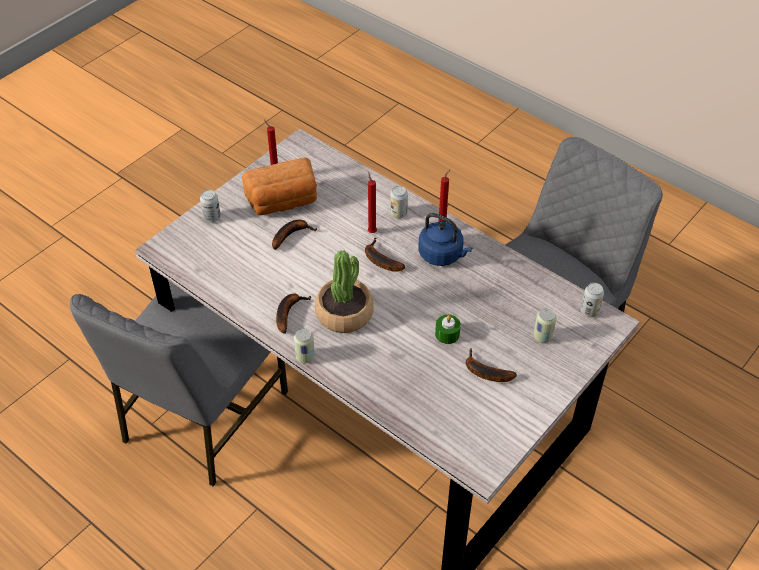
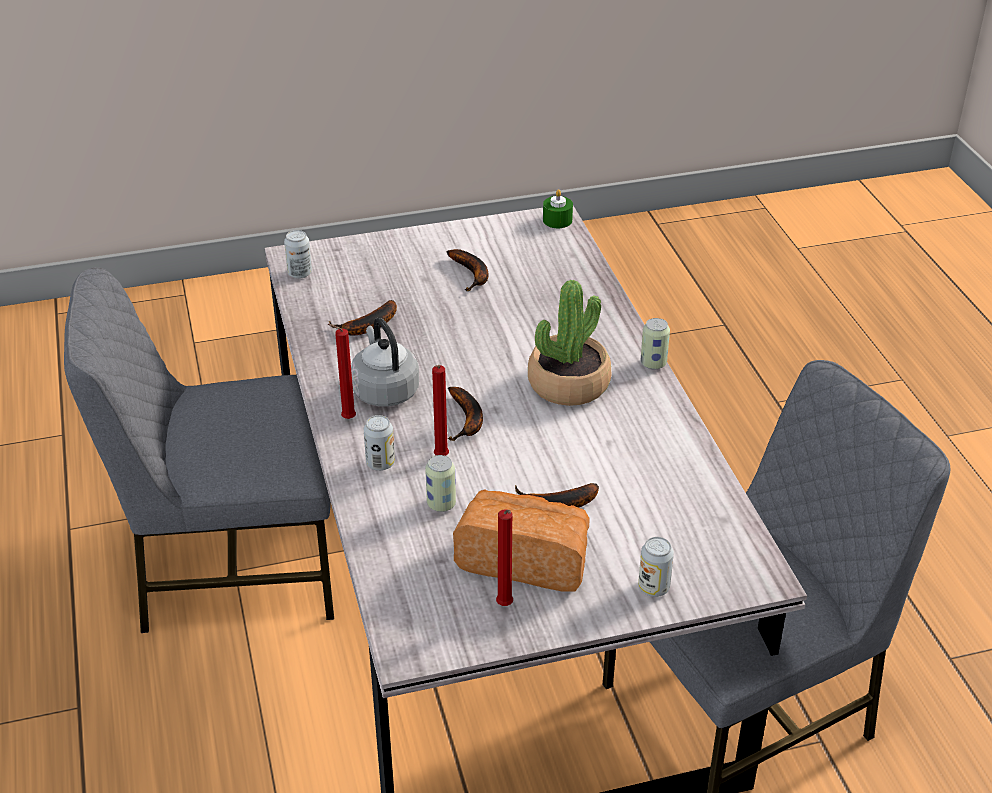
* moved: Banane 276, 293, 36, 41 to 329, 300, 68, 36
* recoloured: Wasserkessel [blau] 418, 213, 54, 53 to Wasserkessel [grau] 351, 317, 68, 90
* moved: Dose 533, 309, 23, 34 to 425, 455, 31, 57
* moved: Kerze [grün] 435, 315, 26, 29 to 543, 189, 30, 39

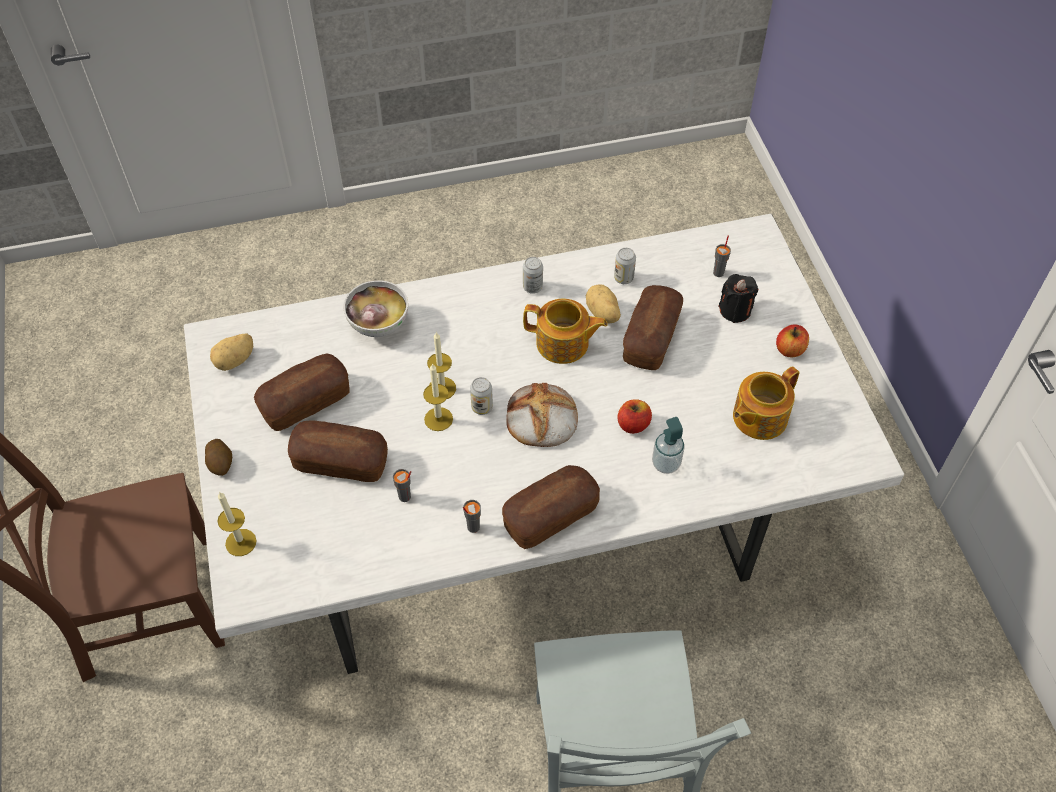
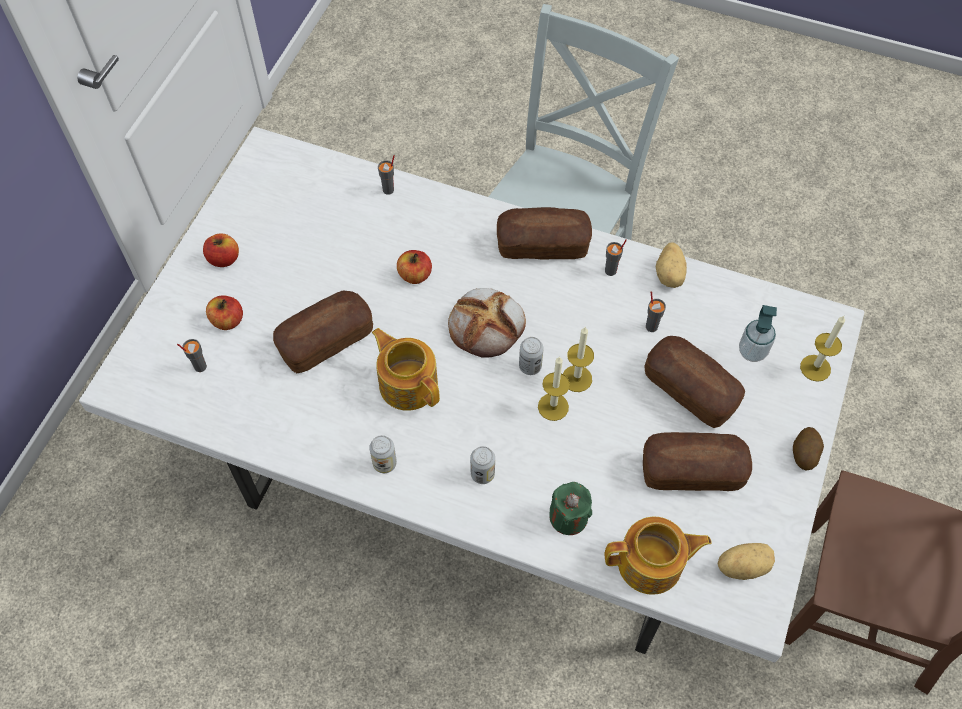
* replaced: Kerze [schwarz] 719, 274, 39, 49 to Apfel 206, 295, 37, 35
* added: Tasse [grau] 378, 155, 17, 40
* moved: Dose 614, 248, 22, 36 to 470, 446, 25, 38
* replaced: Schüssel 343, 280, 65, 57 to Kerze [grün] 549, 482, 43, 53
* moved: Teekanne 733, 366, 66, 74 to 605, 517, 106, 78
* moved: Kartoffel 586, 284, 35, 40 to 656, 243, 31, 45
* moved: Seifenspender 652, 417, 33, 57 to 739, 305, 38, 57

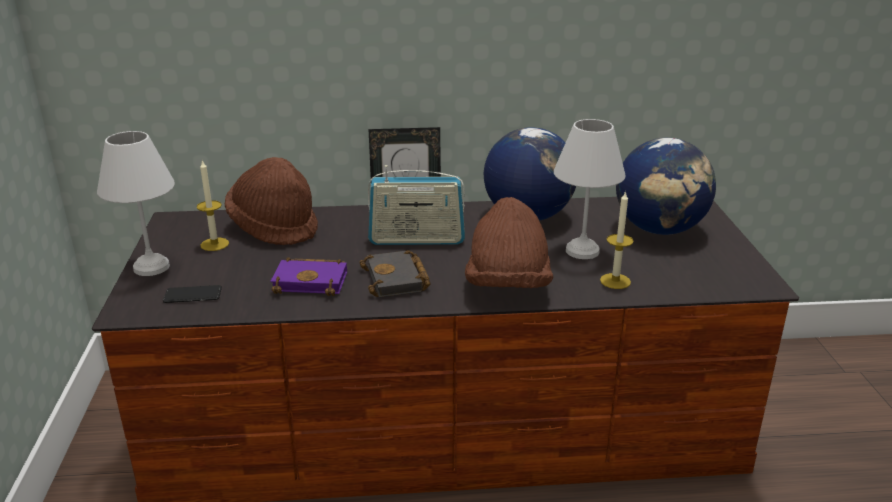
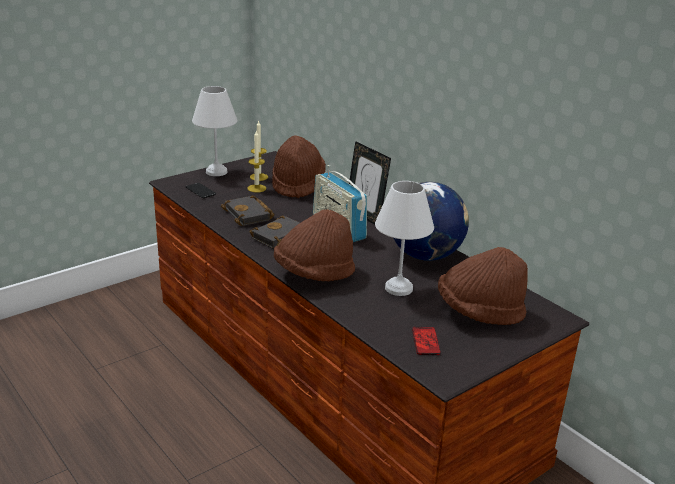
* recoloured: Buch [lila] 270, 257, 77, 39 to Buch [schwarz] 221, 195, 54, 31
* moved: Kerze 600, 191, 34, 98 to 247, 131, 19, 62
* added: Handy 412, 327, 29, 28
* replaced: Globus 616, 138, 100, 97 to Hut [braun] 438, 247, 90, 78

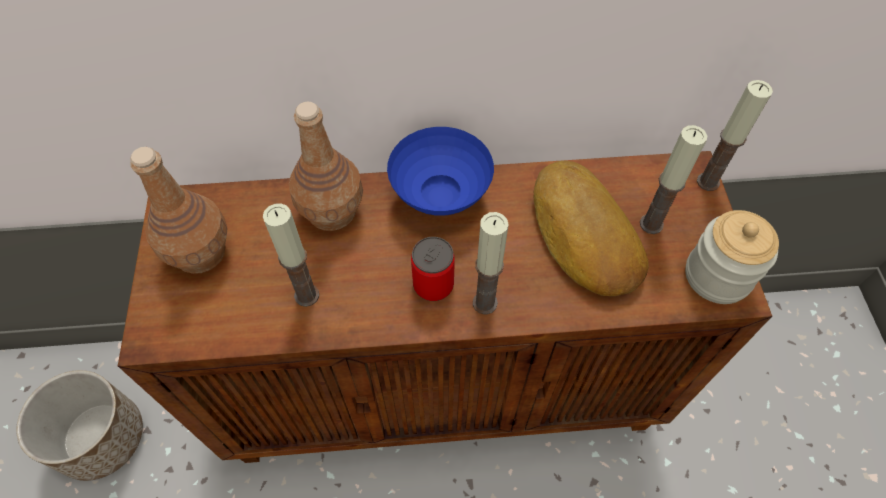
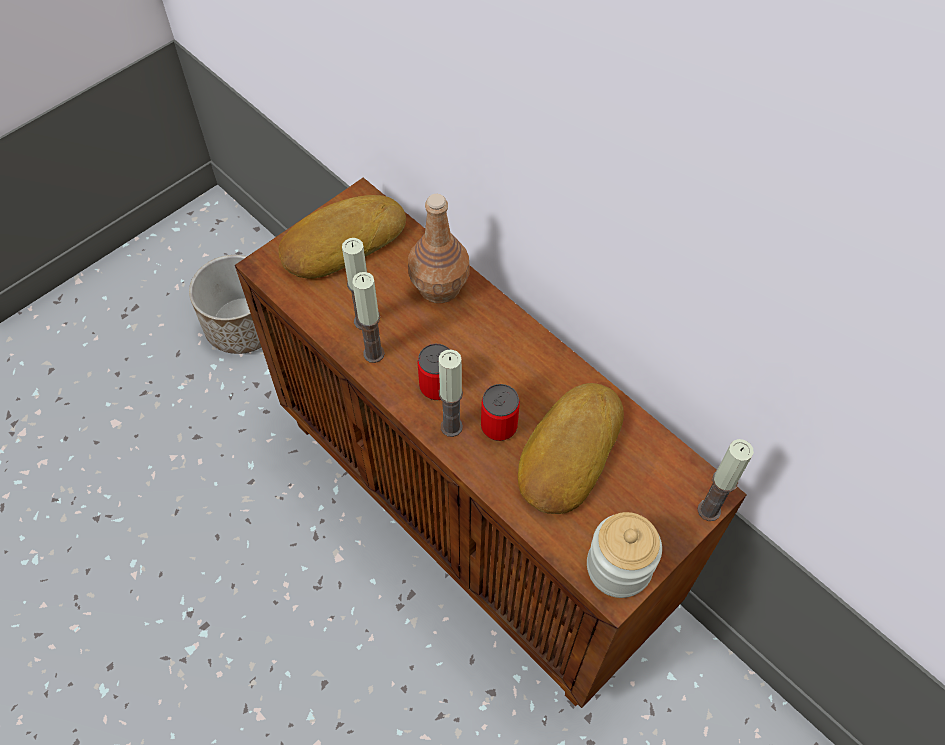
* replaced: Flasche [braun] 130, 147, 98, 127 to Brot 278, 195, 128, 84
* moved: Kerze 640, 125, 67, 109 to 352, 272, 33, 91
* added: Dose 481, 384, 39, 57
* removed: Schüssel [blau] 387, 127, 107, 89

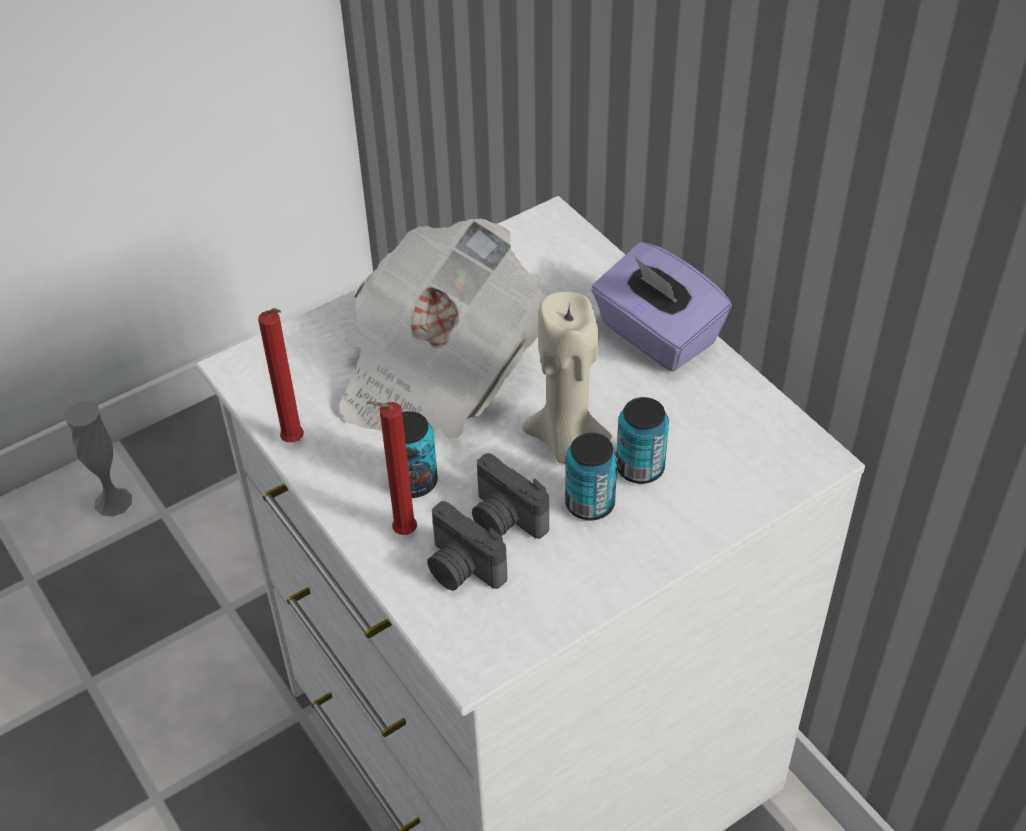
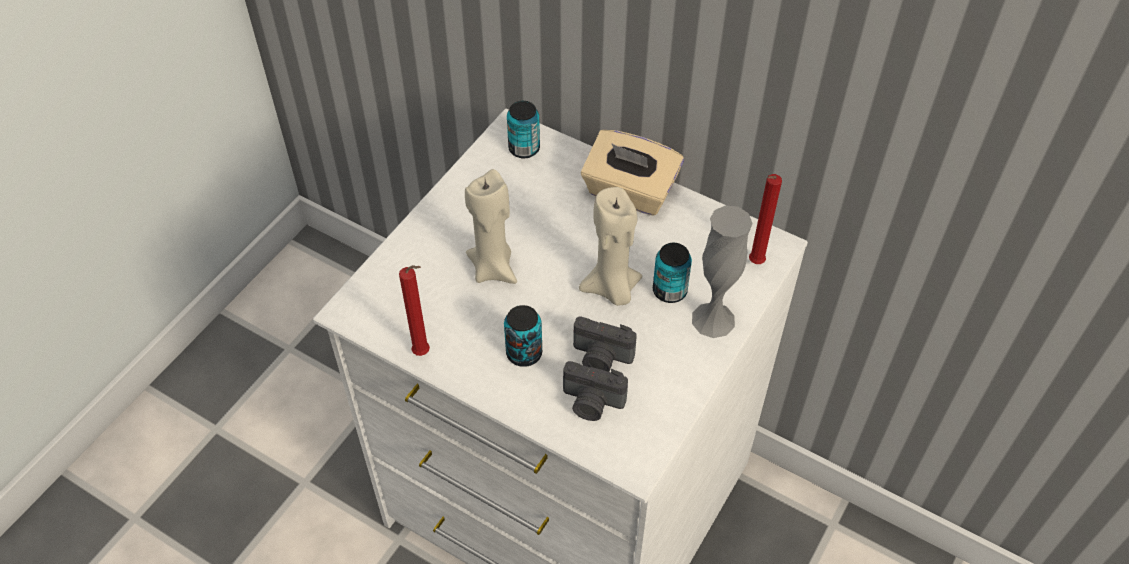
* replaced: Zeitung 340, 219, 203, 220 to Kerze [beige] 465, 169, 52, 115
* moved: Dose 565, 433, 52, 87 to 507, 101, 33, 57
* recoloured: Taschentuchbox [lila] 591, 242, 141, 130 to Taschentuchbox [beige] 581, 130, 103, 86
* moved: Vase [grau] 64, 401, 68, 116 to 692, 205, 61, 133
* moved: Kerze [rot] 367, 401, 50, 134 to 749, 174, 33, 90

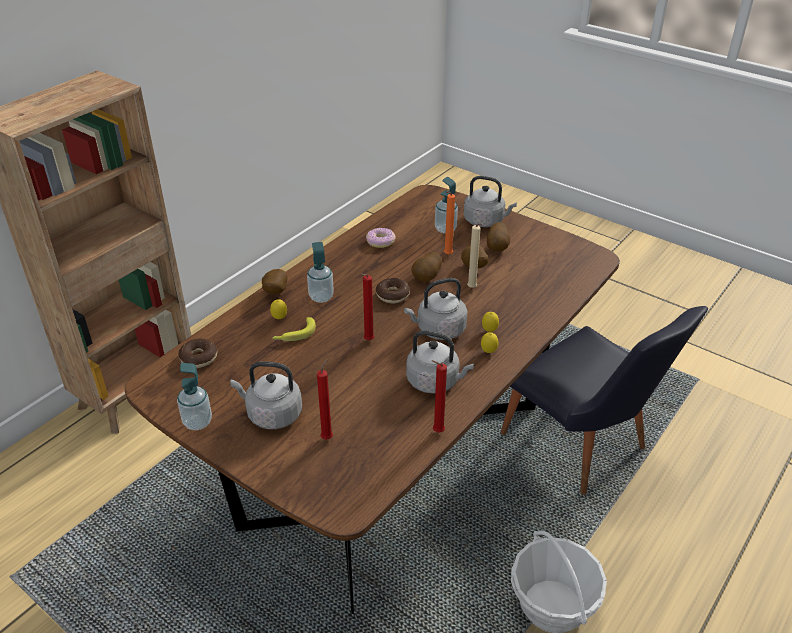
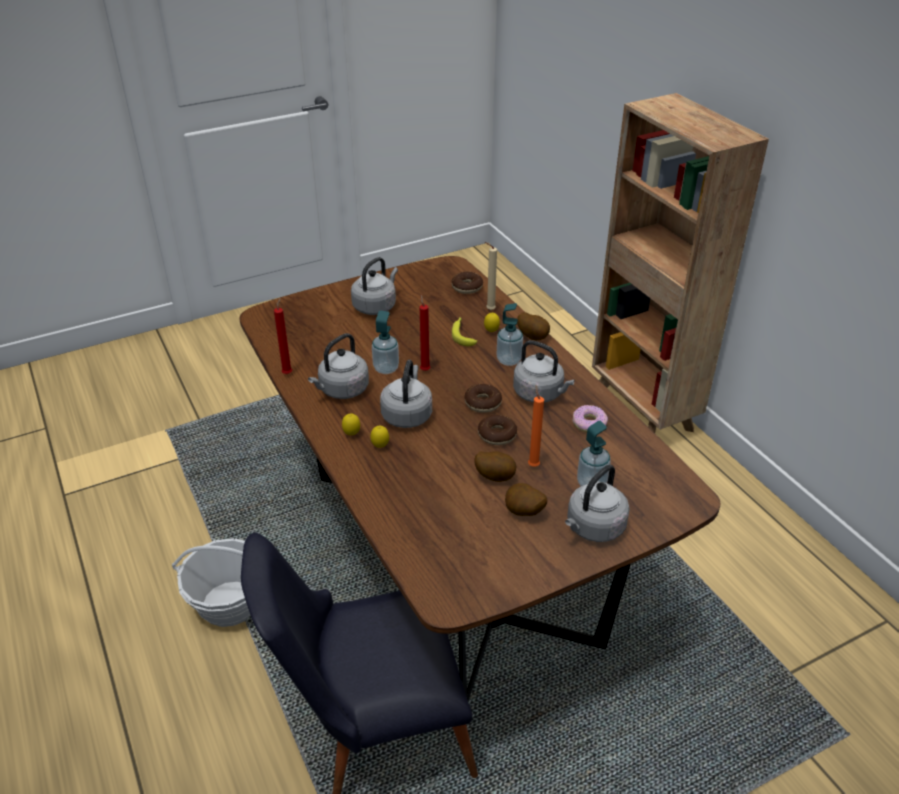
* moved: Seifenspender 177, 363, 35, 67 to 372, 311, 27, 63
* replaced: Kartoffel 411, 252, 31, 30 to Donut 478, 415, 39, 30
* moved: Kerze [beige] 467, 224, 15, 64 to 485, 242, 12, 68
* added: Wasserkessel [grau] 513, 340, 62, 62
* removed: Kerze [rot] 317, 359, 16, 81

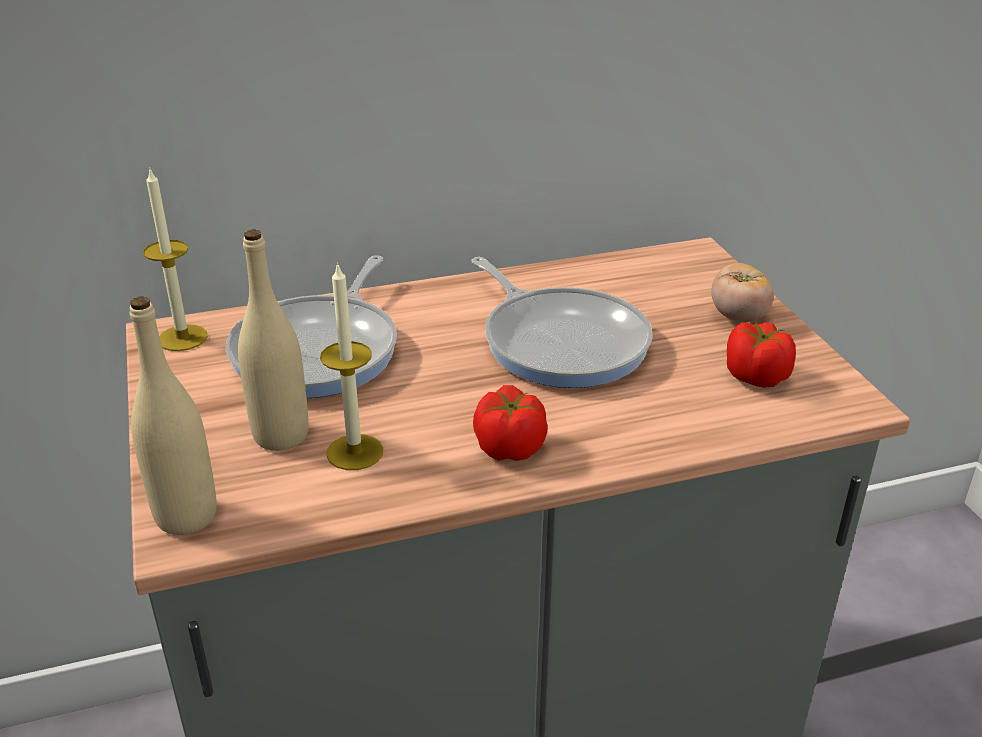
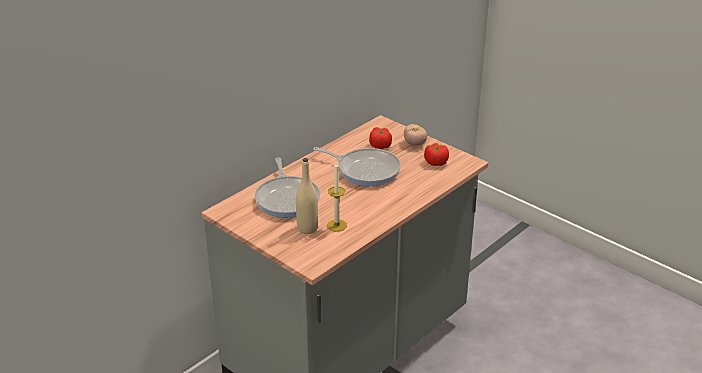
* moved: Tomate 473, 385, 75, 76 to 369, 127, 23, 23
* removed: Flasche [beige] 129, 296, 88, 239
* removed: Kerze 143, 167, 65, 184

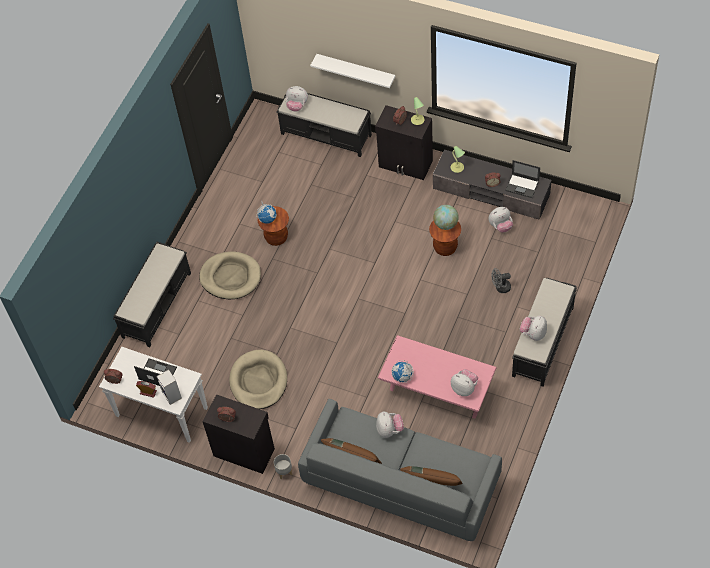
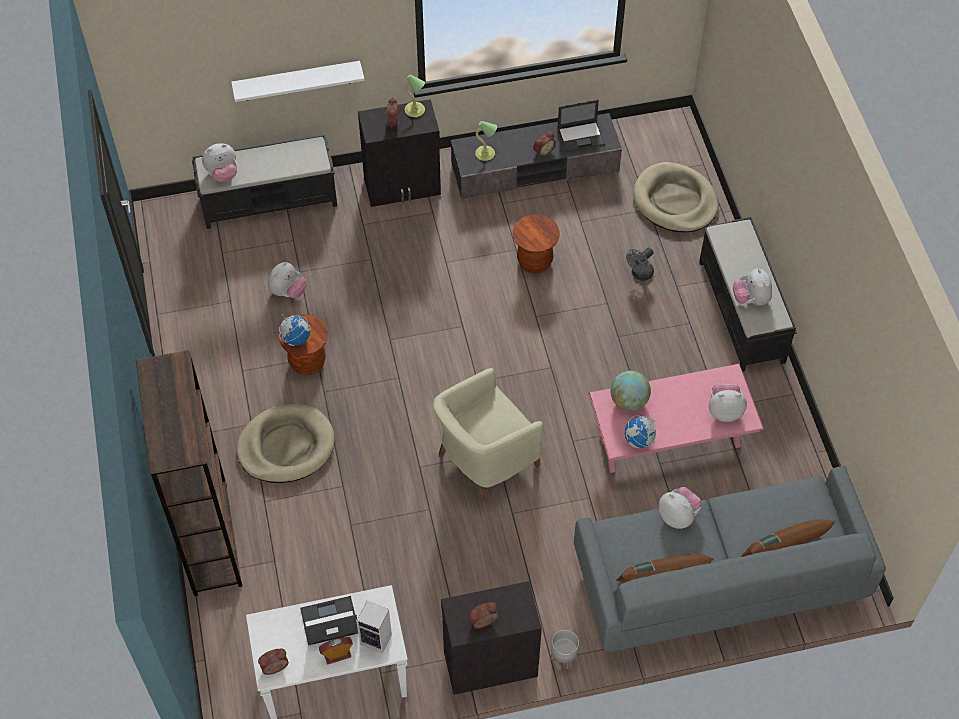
* replaced: Bank [schwarz] 113, 241, 78, 106 to Bücherregal [braun] 136, 350, 106, 246
* moved: Plüschtier 488, 207, 25, 26 to 268, 262, 39, 37
* added: Sessel [beige] 433, 368, 110, 135
* moved: Globus 433, 205, 26, 25 to 610, 371, 41, 40
* moved: Hundebett [beige] 229, 350, 58, 59 to 633, 162, 86, 70

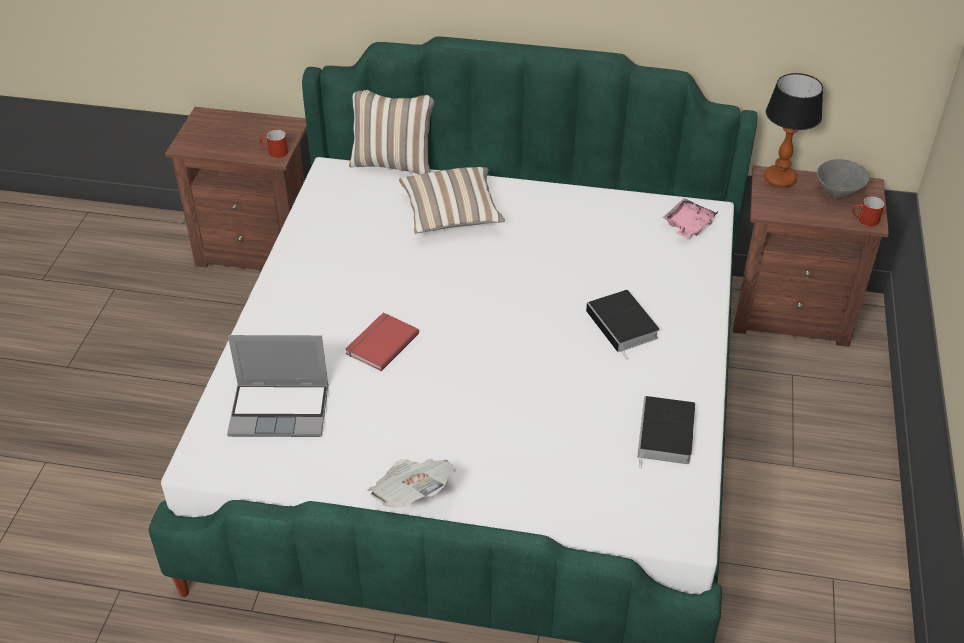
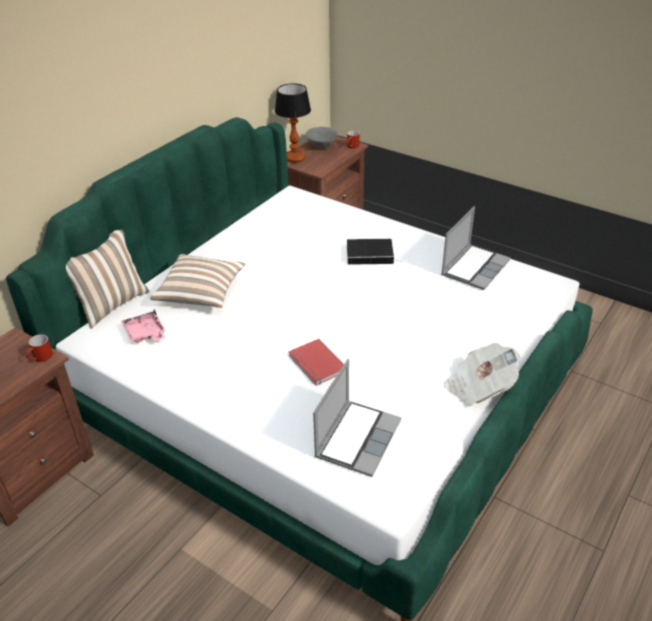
* moved: Tablett [rosa] 662, 198, 56, 40 to 121, 309, 44, 34
* replaced: Buch 637, 396, 58, 73 to Laptop 441, 206, 69, 84

